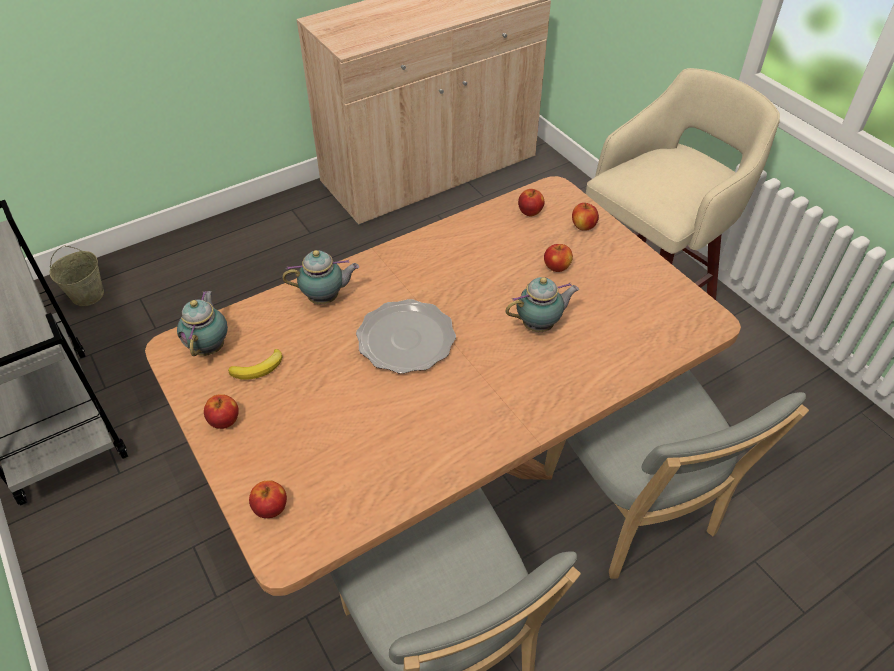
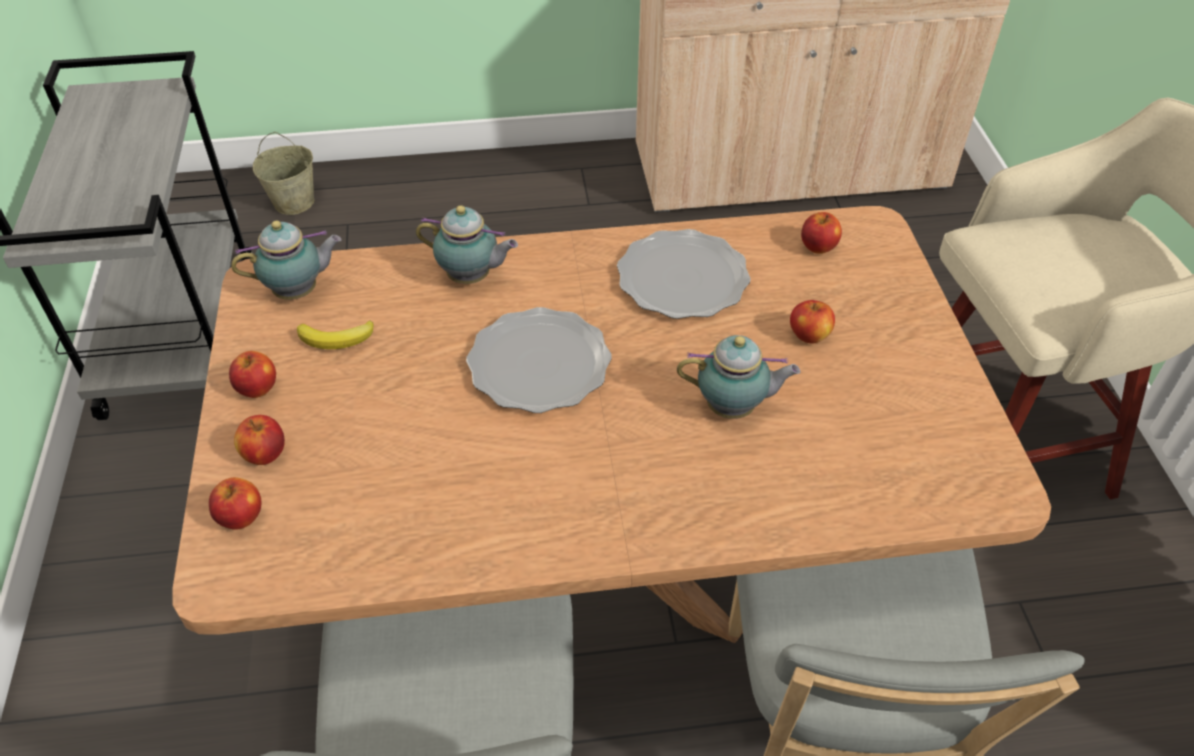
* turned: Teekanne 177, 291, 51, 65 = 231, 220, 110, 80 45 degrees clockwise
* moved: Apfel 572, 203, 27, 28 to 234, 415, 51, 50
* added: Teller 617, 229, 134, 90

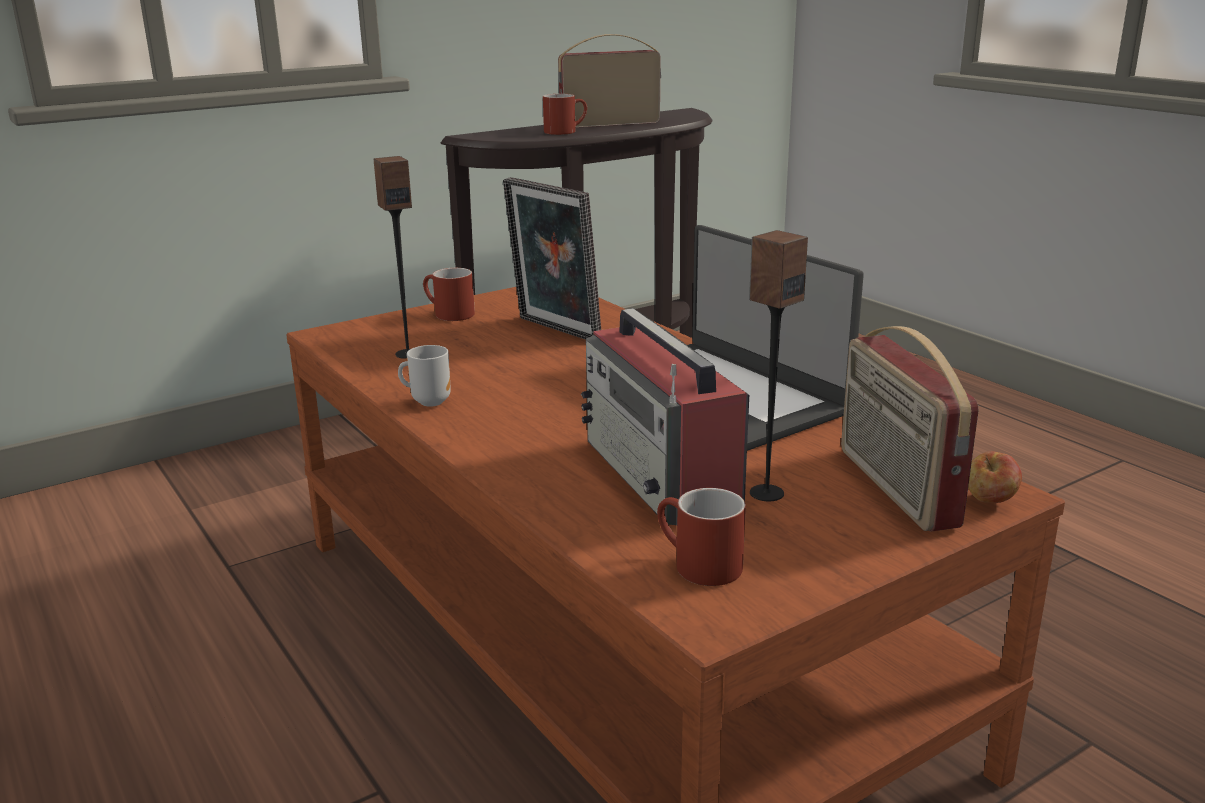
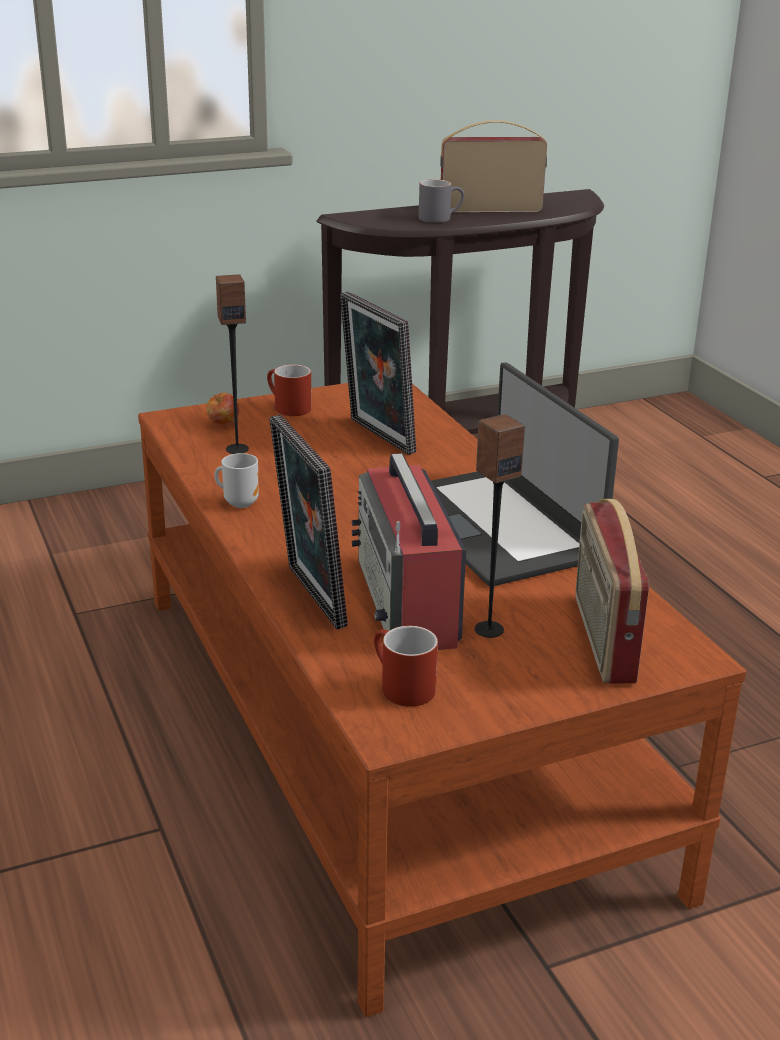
* moved: Apfel 968, 451, 54, 52 to 207, 393, 32, 32
* added: Bilderrahmen 269, 415, 79, 214
* recoloured: Henkelbecher [rot] 543, 94, 44, 41 to Henkelbecher [grau] 419, 179, 45, 44

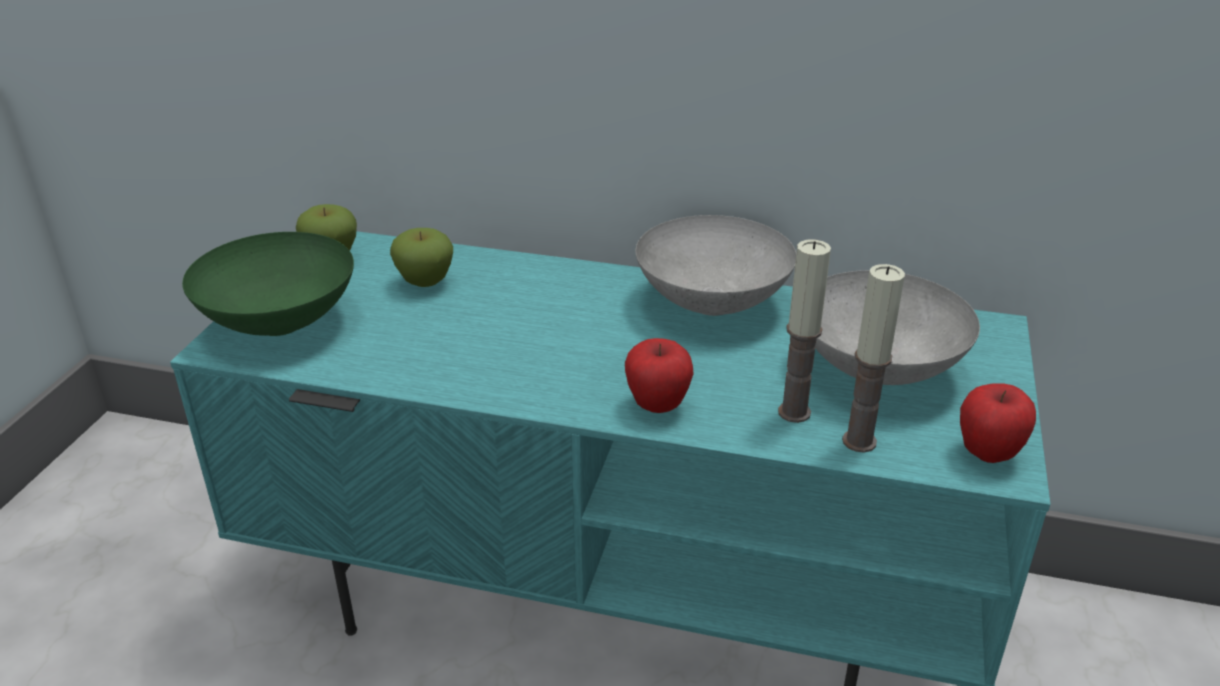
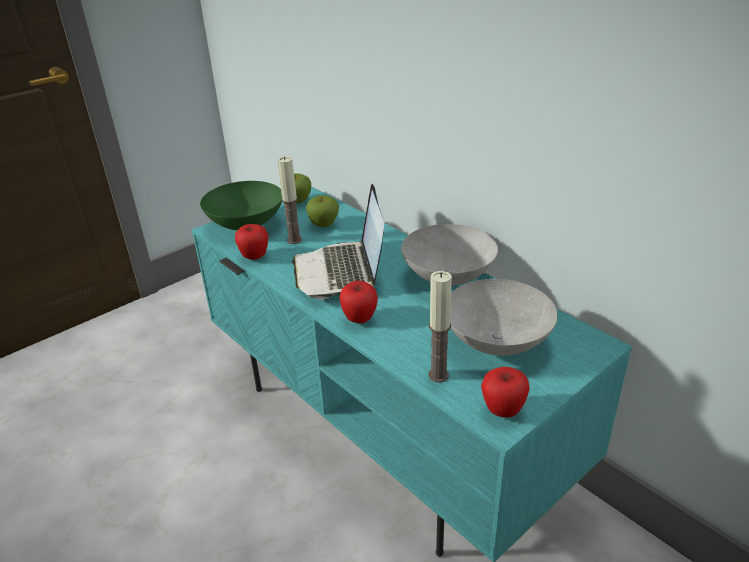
* added: Apfel 235, 224, 34, 36
* moved: Kerze 778, 239, 53, 184 to 277, 157, 25, 87
* added: Laptop 292, 184, 92, 116

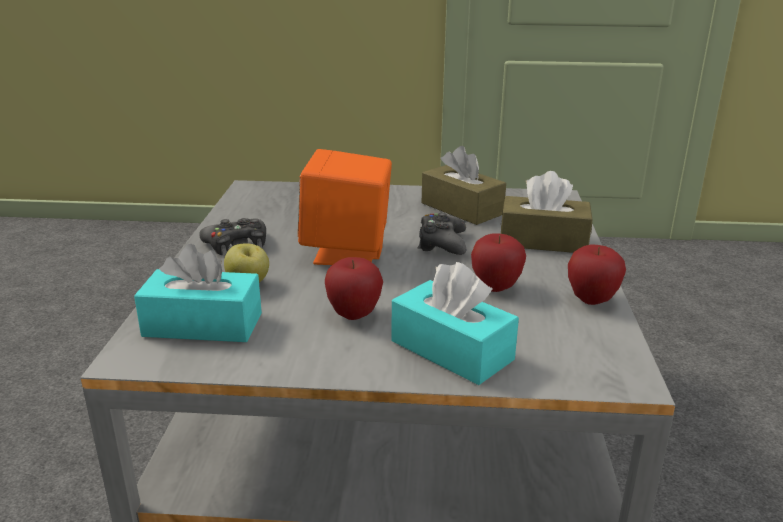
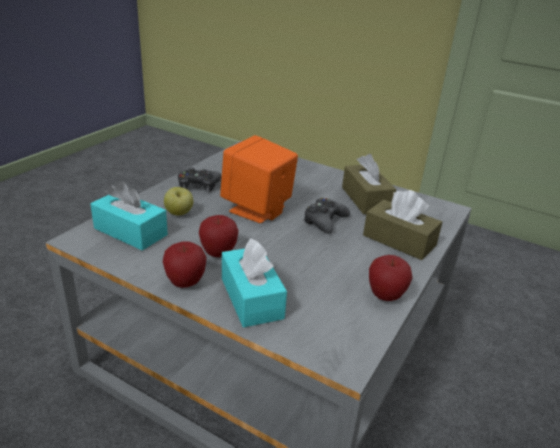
* moved: Apfel 471, 234, 55, 58 to 163, 241, 44, 47

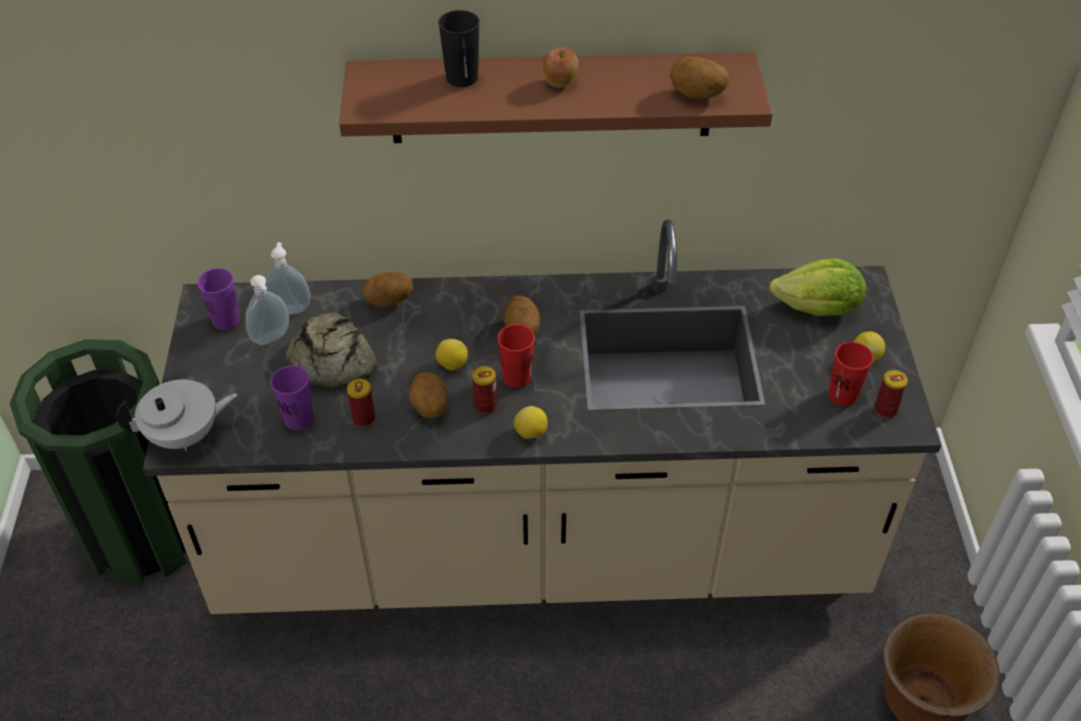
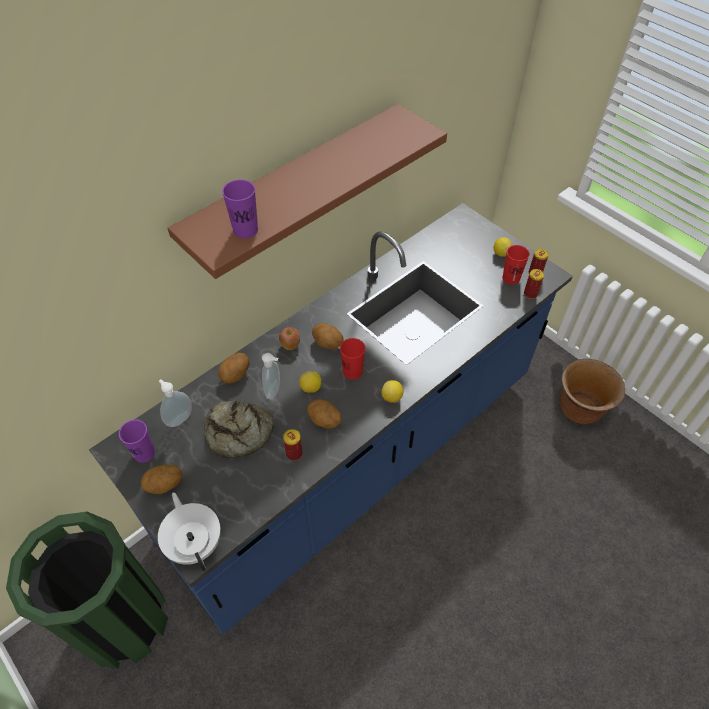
* recoloured: Küchenzeile [beige] 143, 220, 798, 394 to Küchenzeile [blau] 89, 203, 484, 432
* moved: Kartoffel 670, 57, 60, 42 to 141, 465, 41, 29
* turned: Teekanne [weiß] 117, 380, 120, 71 = 158, 492, 63, 79 60 degrees counterclockwise
* moved: Tasse [lila] 271, 365, 43, 65 to 222, 179, 36, 59
* moved: Seifenspender 245, 275, 44, 70 to 262, 353, 18, 46
* moved: Apfel 543, 48, 36, 40 to 279, 327, 21, 23
* moved: Dose 472, 366, 25, 48 to 524, 269, 20, 30
* removed: Tasse [schwarz] 438, 10, 42, 77
* removed: Salatkopf 769, 259, 97, 57

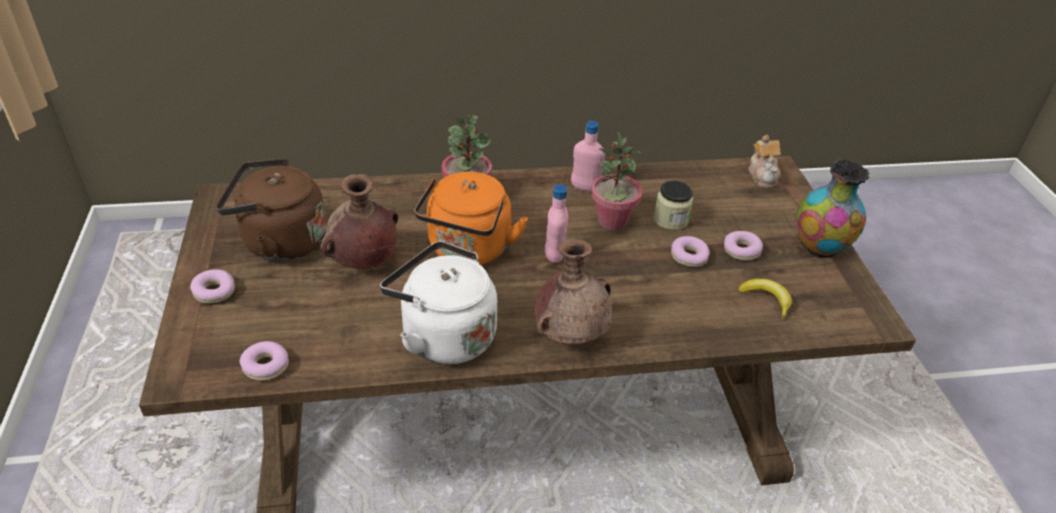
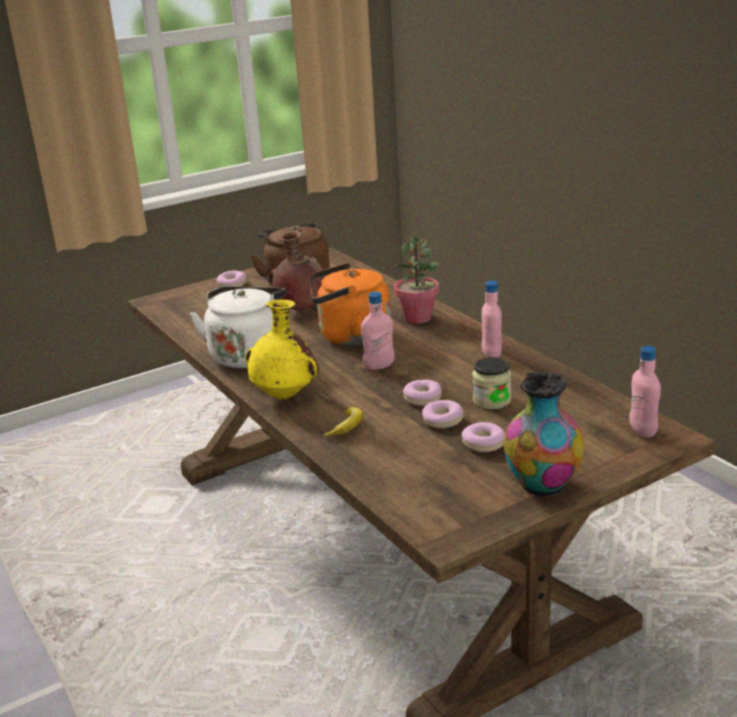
* recoloured: Vase [braun] 535, 238, 77, 107 to Vase [gelb] 245, 300, 74, 100
* moved: Banane 738, 279, 54, 40 to 322, 407, 41, 30
* moved: Donut 240, 341, 49, 40 to 403, 380, 38, 26
* replaced: Teekanne 749, 135, 32, 53 to Flasche [rosa] 629, 346, 32, 92
* removed: Topfpflanze 591, 132, 52, 98

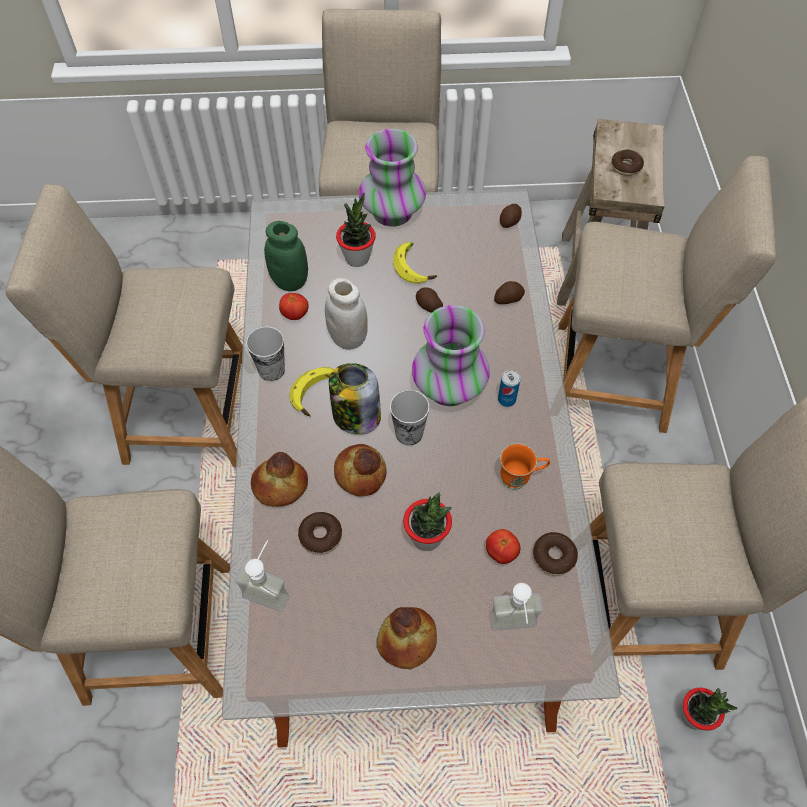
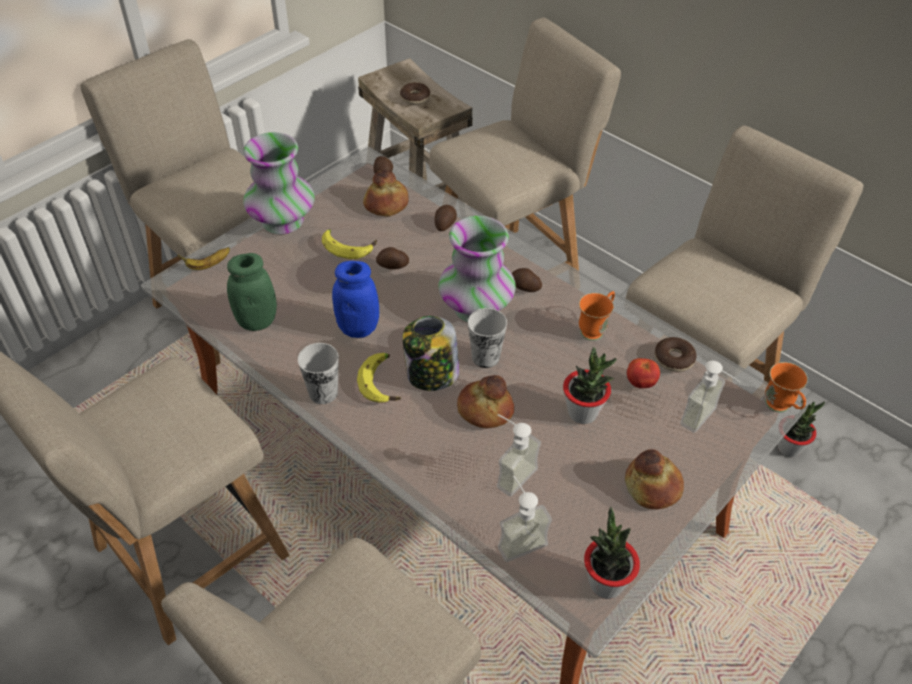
* added: Banane 178, 247, 52, 23
* recoloured: Vorratsglas [weiß] 325, 278, 43, 72 to Vorratsglas [blau] 332, 261, 47, 77
* moved: Brot 251, 452, 57, 55 to 363, 170, 46, 47
* replaced: Donut 298, 512, 44, 42 to Seifenspender 497, 414, 44, 83
* replaced: Dose 498, 370, 22, 37 to Kartoffel 512, 268, 30, 24
* moved: Topfpflanze 336, 193, 40, 74 to 584, 507, 56, 92
* added: Henkelbecher [orange] 765, 362, 43, 50
* removed: Tomate 279, 293, 29, 27

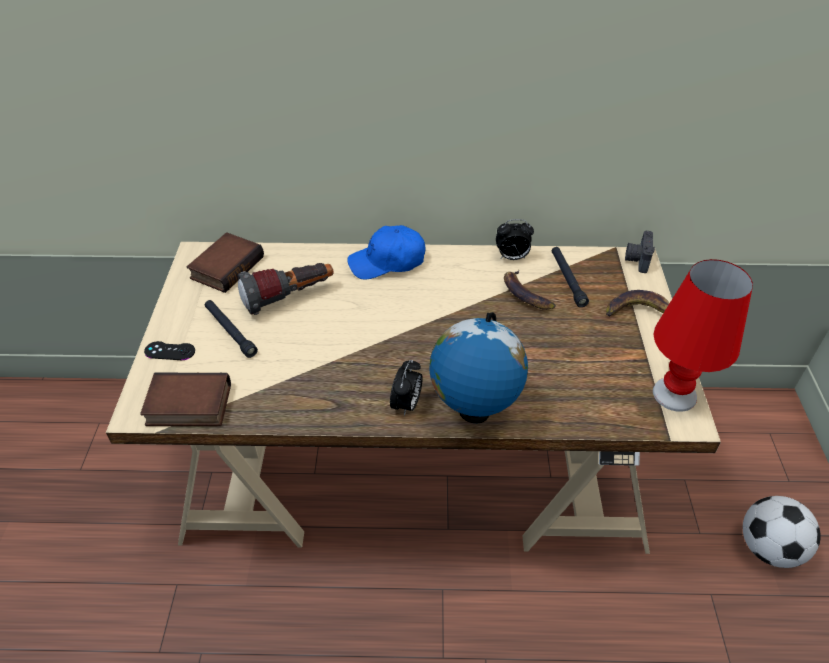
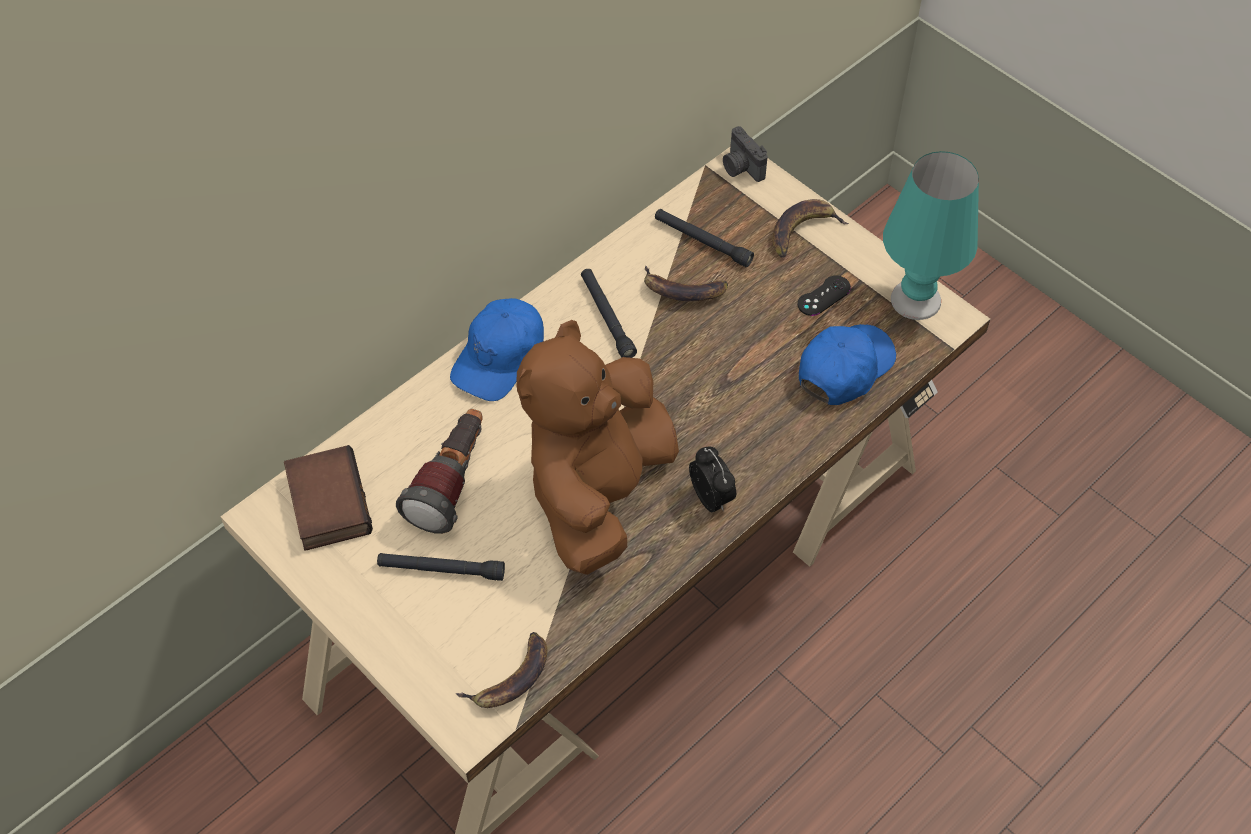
* replaced: Buch 140, 372, 91, 54 to Banane 456, 632, 91, 76
* added: Plüschtier [braun] 517, 320, 162, 255
* added: Taschenlampe [schwarz] 581, 269, 56, 89
* moved: Gamepad [schwarz] 144, 341, 51, 19 to 797, 276, 54, 40
* added: Kappe [blau] 799, 324, 97, 81
* recoloured: Tischlampe [rot] 653, 259, 100, 153 to Tischlampe [türkis] 883, 151, 96, 169
* removed: Globus 429, 312, 99, 111
* removed: Wecker 496, 219, 38, 41
* removed: Fußball 743, 496, 78, 72

